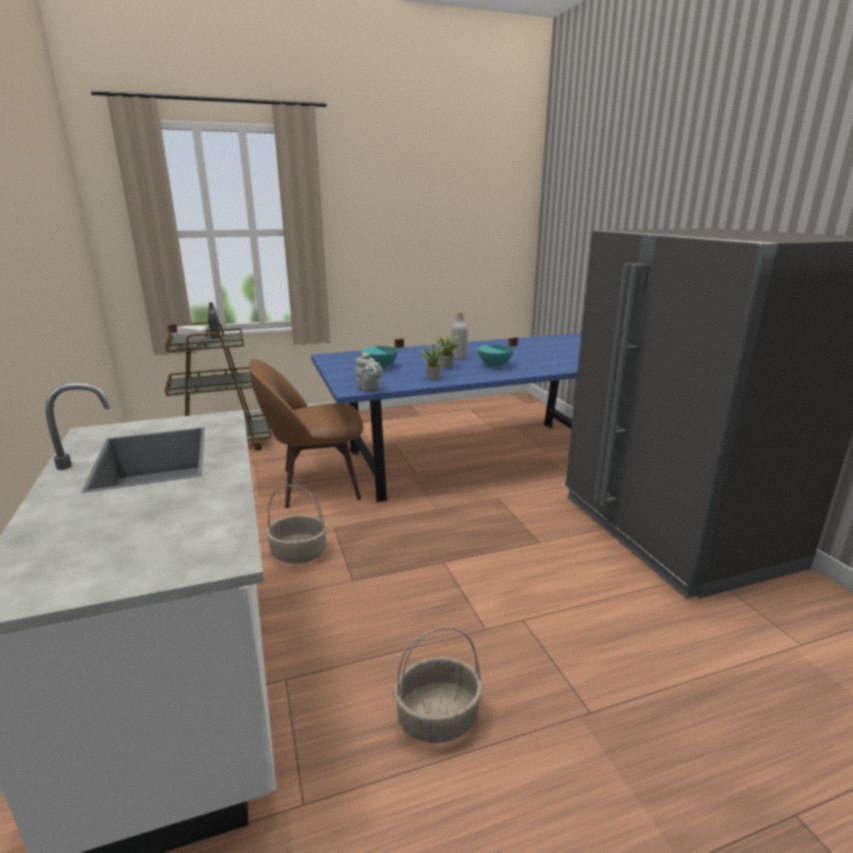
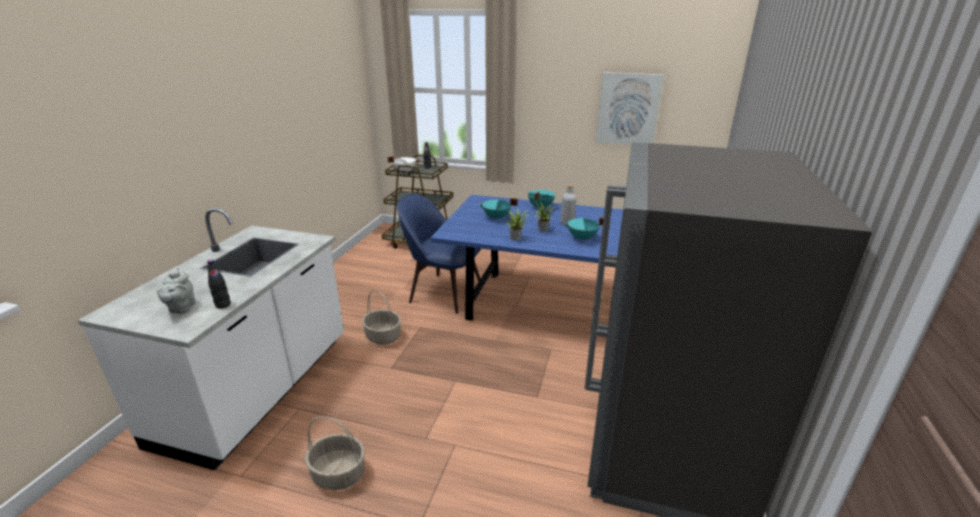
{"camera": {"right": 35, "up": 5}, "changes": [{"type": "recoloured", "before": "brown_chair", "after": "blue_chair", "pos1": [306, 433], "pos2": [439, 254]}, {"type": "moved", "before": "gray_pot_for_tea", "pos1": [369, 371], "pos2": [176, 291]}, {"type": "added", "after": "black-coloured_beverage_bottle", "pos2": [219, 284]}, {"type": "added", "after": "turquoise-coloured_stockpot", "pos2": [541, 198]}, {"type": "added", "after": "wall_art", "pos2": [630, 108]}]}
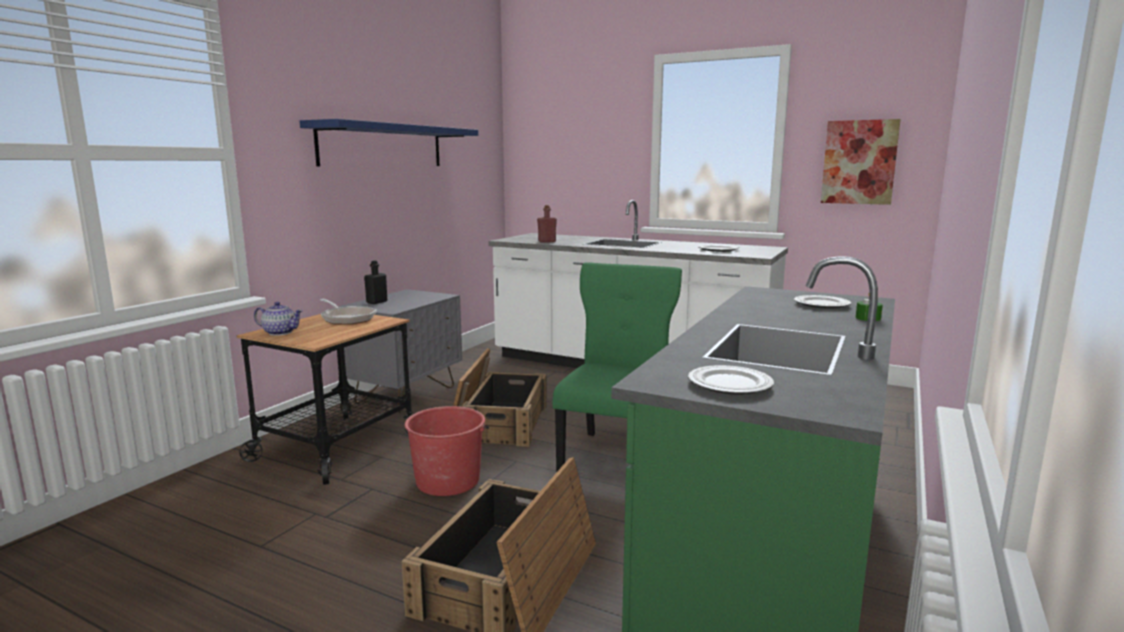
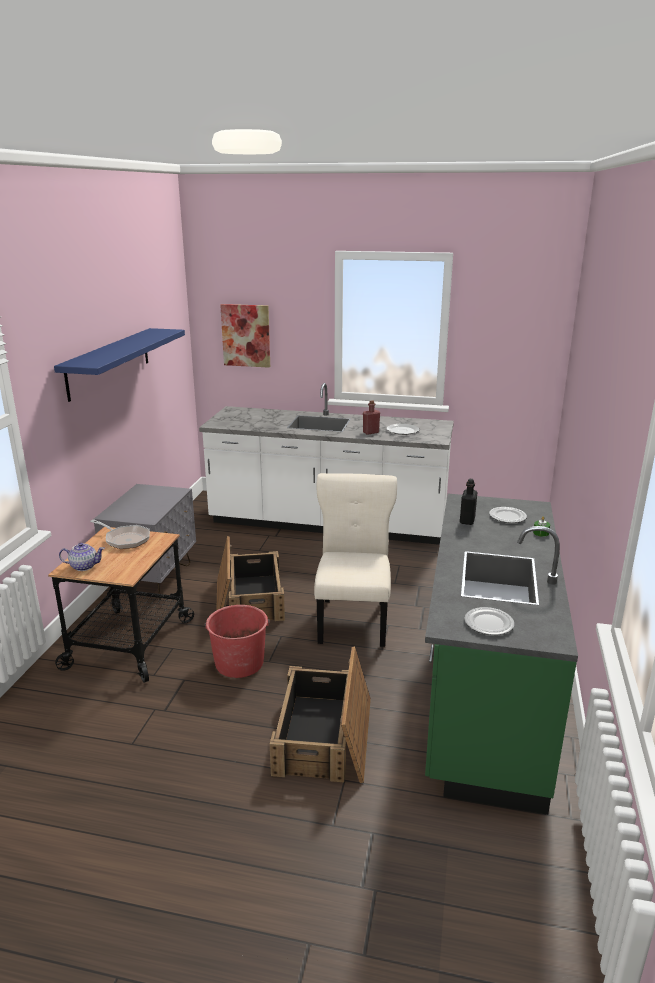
{"camera": {"right": -15, "up": 10}, "changes": [{"type": "moved", "before": "black-coloured_beverage_bottle", "pos1": [375, 282], "pos2": [469, 502]}, {"type": "moved", "before": "red_beverage_bottle", "pos1": [547, 224], "pos2": [371, 417]}, {"type": "recoloured", "before": "green_chair", "after": "beige-coloured_chair", "pos1": [617, 367], "pos2": [355, 560]}, {"type": "moved", "before": "wall_art", "pos1": [861, 162], "pos2": [245, 336]}]}
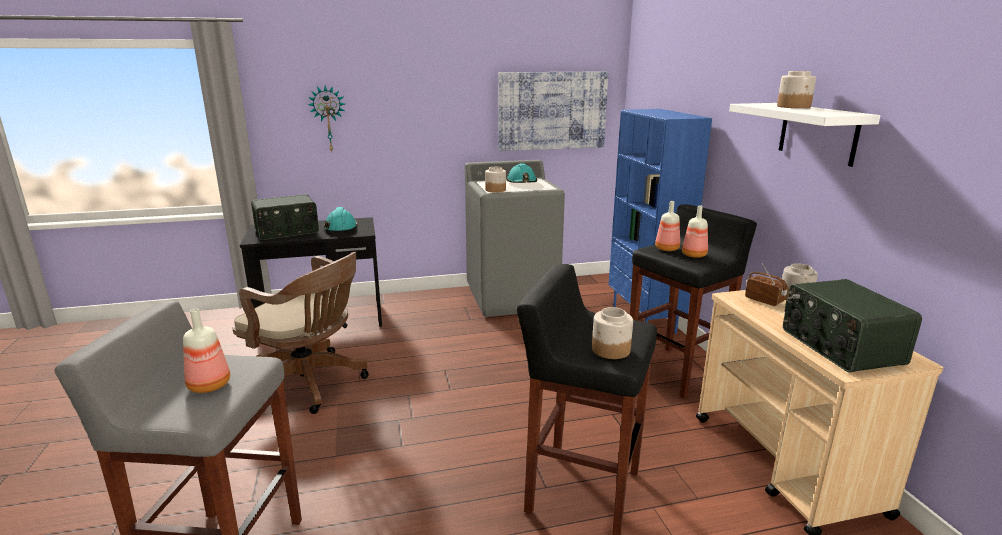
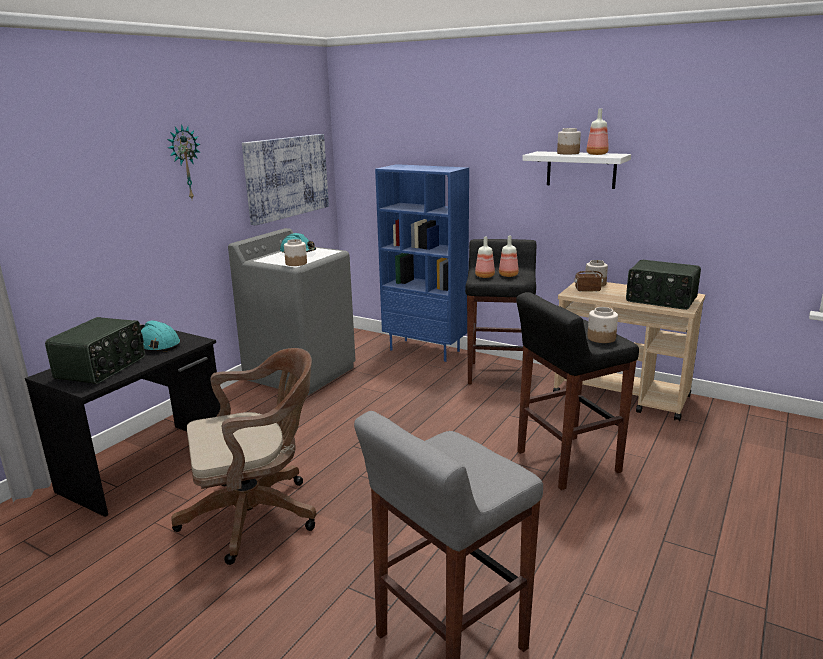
{"camera": {"right": -45, "up": 0}, "changes": [{"type": "moved", "before": "beverage_bottle", "pos1": [206, 351], "pos2": [597, 132]}, {"type": "moved", "before": "hanging_clock", "pos1": [326, 118], "pos2": [184, 161]}]}
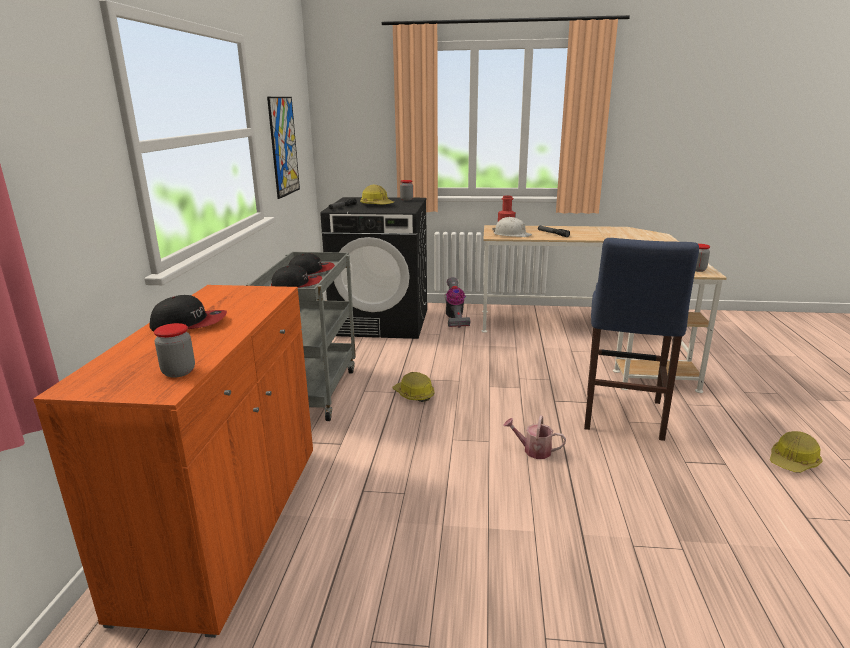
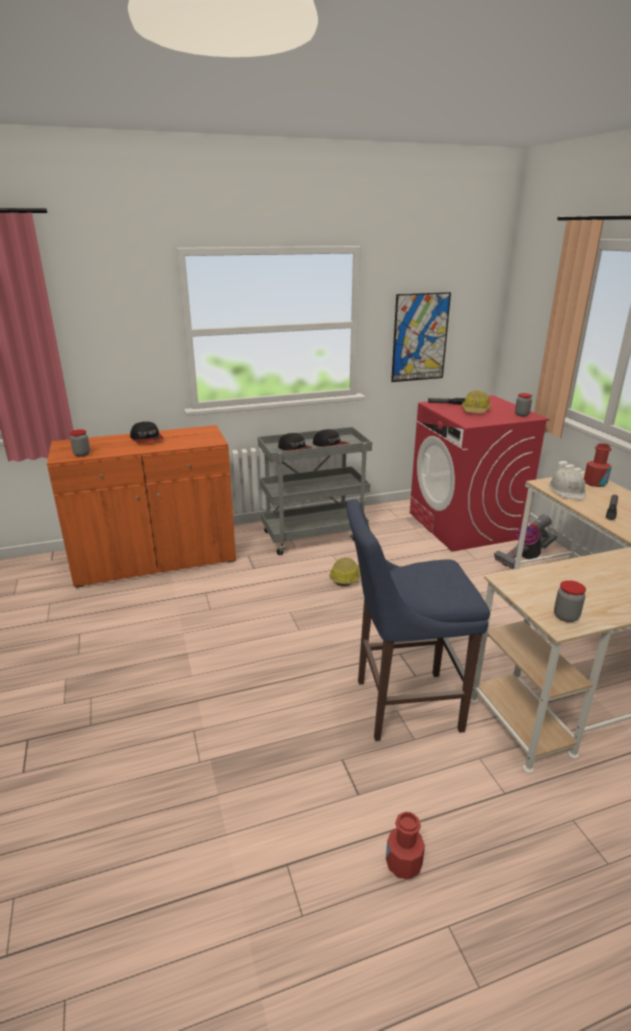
{"camera": {"right": 65, "up": 5}, "changes": [{"type": "recoloured", "before": "black-coloured_laundry_appliance", "after": "red_laundry_appliance", "pos1": [373, 268], "pos2": [479, 473]}, {"type": "removed", "before": "sprinkling_can", "pos1": [534, 437]}, {"type": "replaced", "before": "work_helmet", "after": "red_beverage_bottle", "pos1": [796, 452], "pos2": [405, 845]}]}
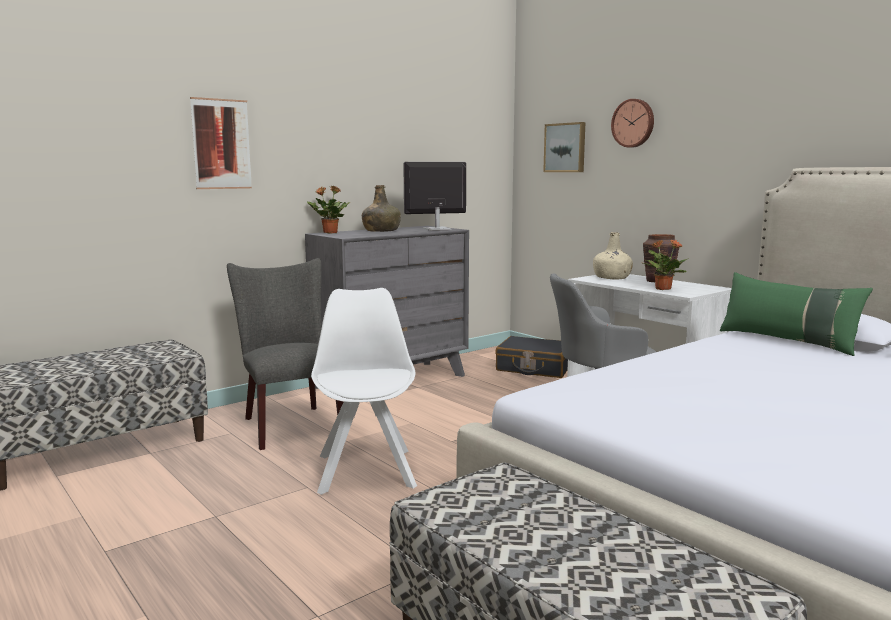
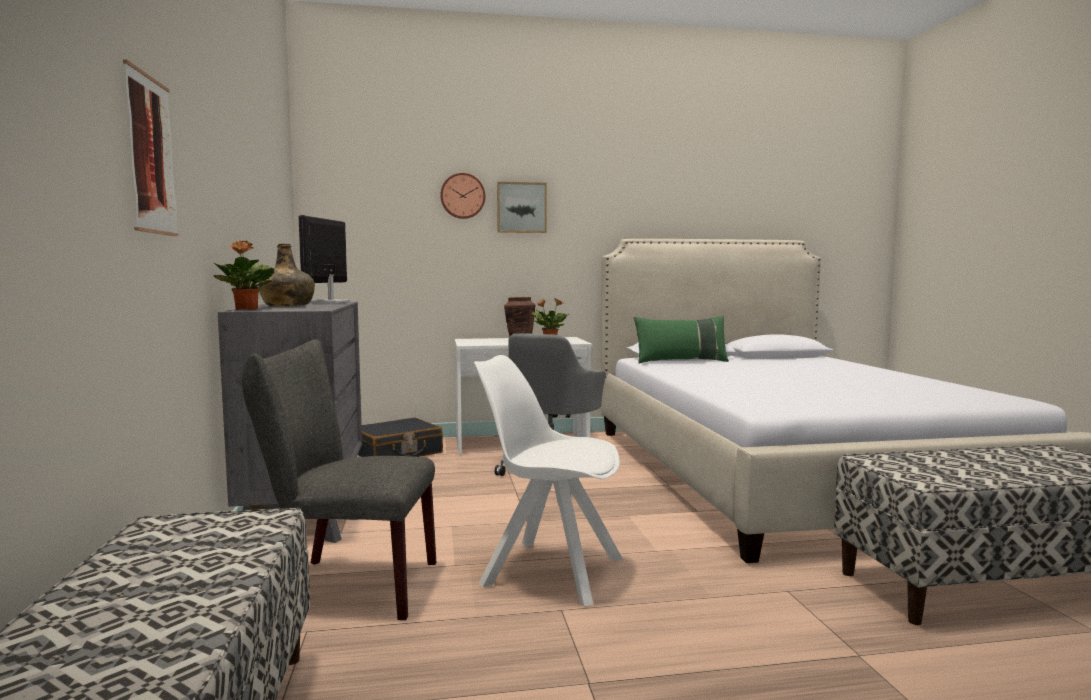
{"camera": {"right": -60, "up": -5}, "changes": [{"type": "moved", "before": "wall_art", "pos1": [564, 147], "pos2": [522, 207]}, {"type": "removed", "before": "beige-coloured_beverage_bottle", "pos1": [613, 256]}]}
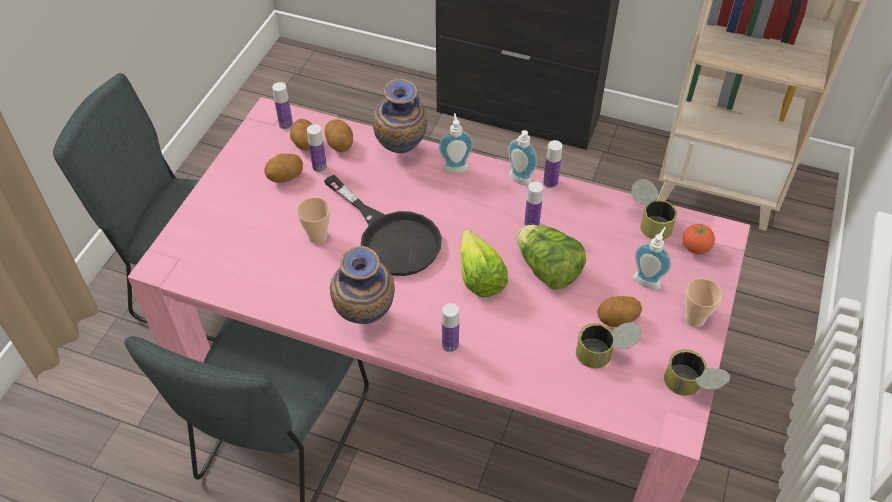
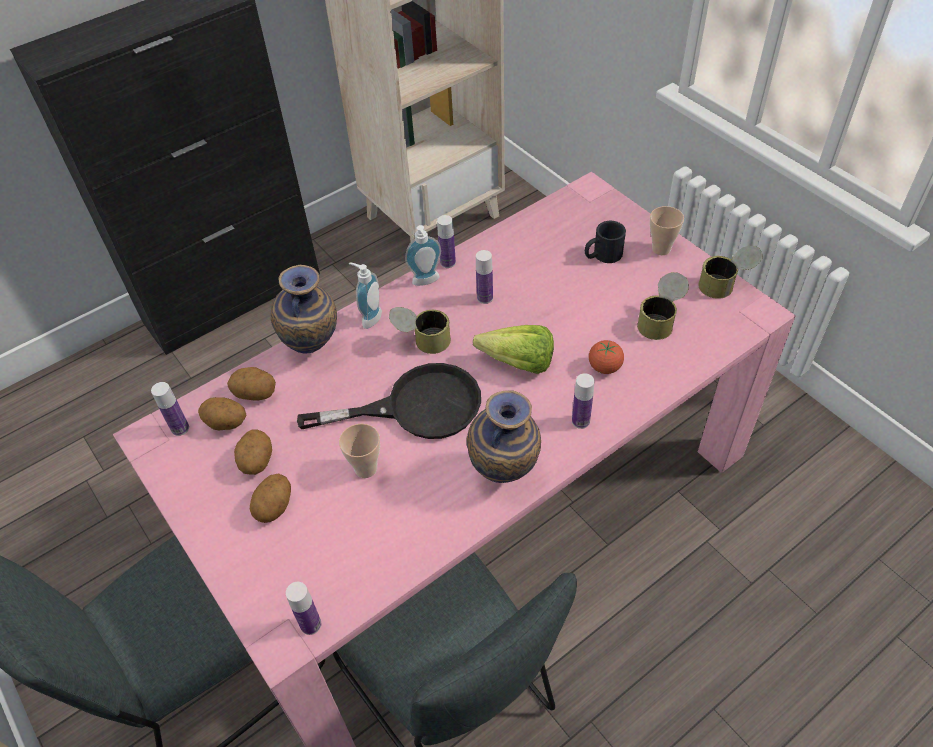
{"camera": {"right": -55, "up": 0}, "changes": [{"type": "moved", "before": "beverage_bottle", "pos1": [317, 148], "pos2": [303, 608]}, {"type": "removed", "before": "head_of_lettuce", "pos1": [551, 257]}, {"type": "moved", "before": "spud", "pos1": [619, 311], "pos2": [270, 498]}, {"type": "moved", "before": "sealed_can", "pos1": [654, 209], "pos2": [420, 330]}, {"type": "replaced", "before": "liquid_soap_bottle", "after": "black-coloured_mug", "pos1": [652, 258], "pos2": [605, 242]}, {"type": "moved", "before": "fresh_tomato", "pos1": [699, 239], "pos2": [606, 357]}]}
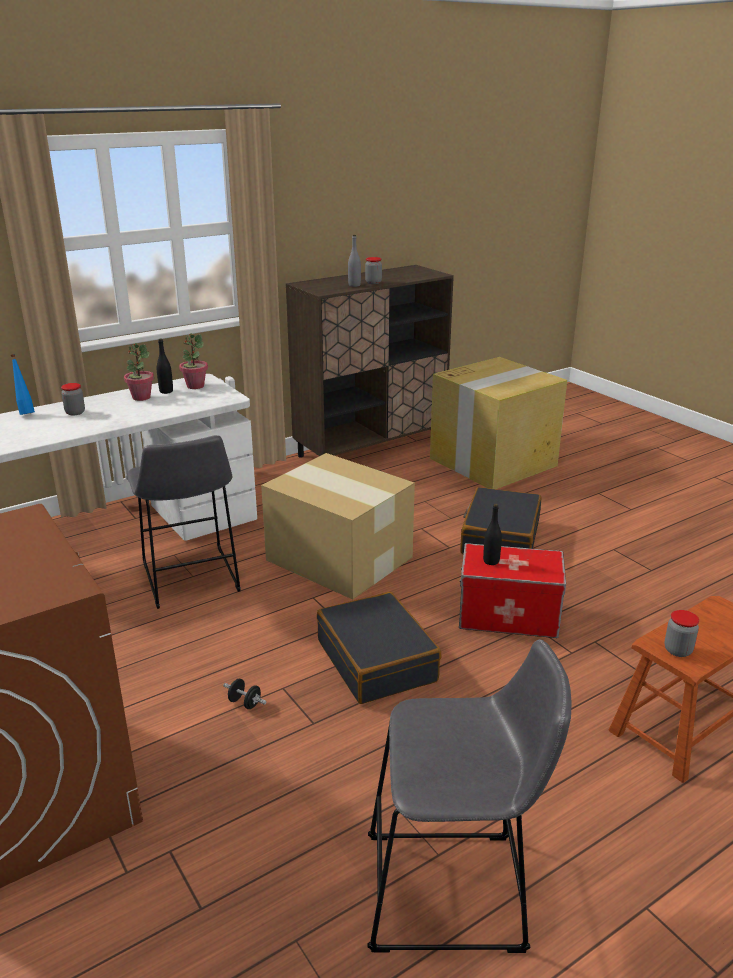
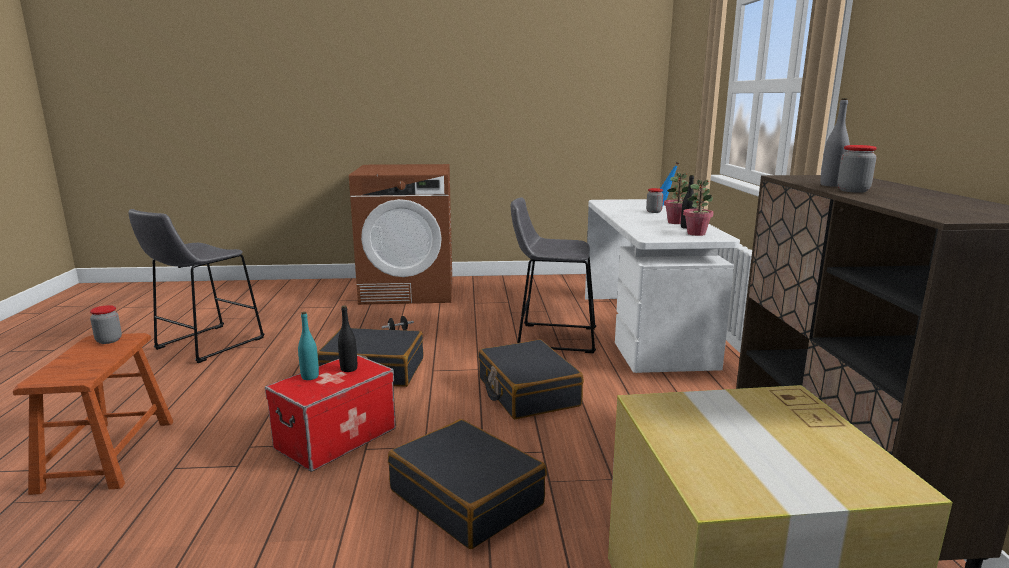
{"camera": {"right": 120, "up": -10}, "changes": [{"type": "replaced", "before": "carton", "after": "black-coloured_travel_case", "pos1": [338, 526], "pos2": [531, 379]}, {"type": "added", "after": "turquoise-coloured_beverage_bottle", "pos2": [308, 346]}]}
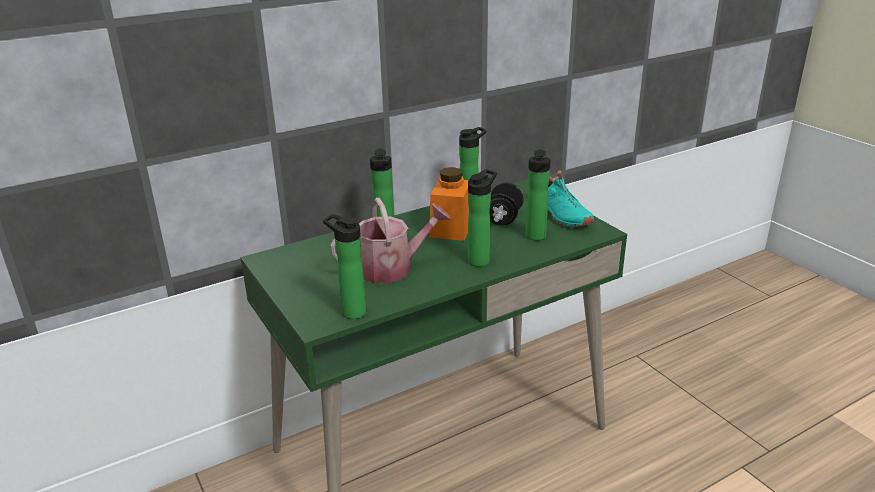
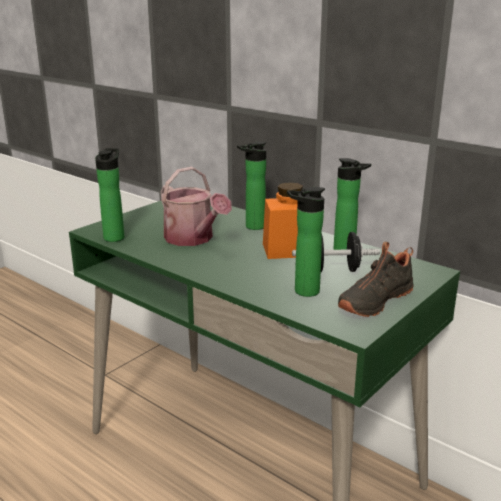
{"camera": {"right": 70, "up": -5}, "changes": [{"type": "removed", "before": "beverage_bottle", "pos1": [482, 218]}, {"type": "recoloured", "before": "turquoise-coloured_low_shoe", "after": "black-coloured_low_shoe", "pos1": [571, 198], "pos2": [376, 279]}]}
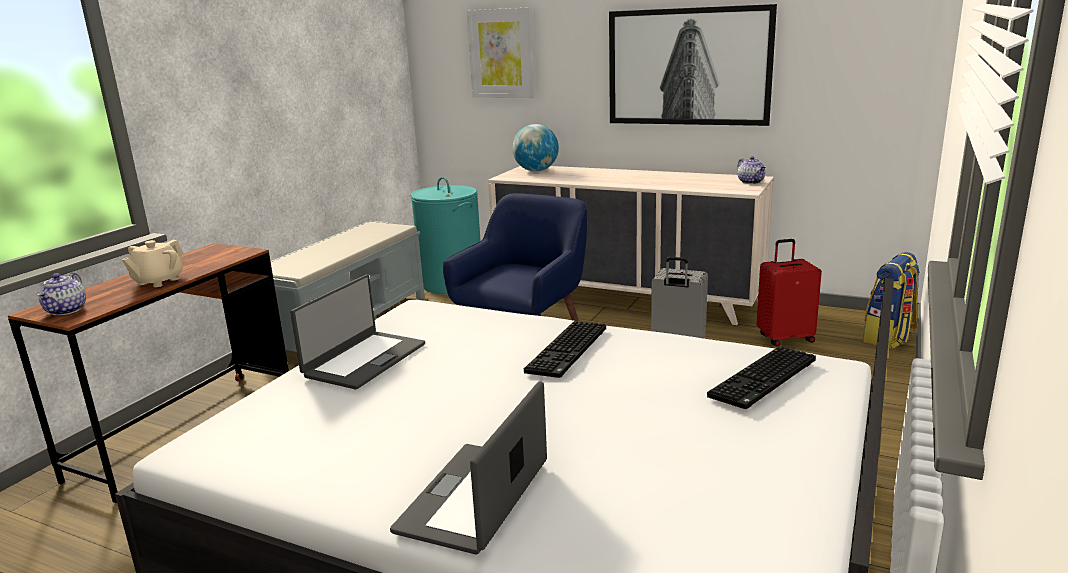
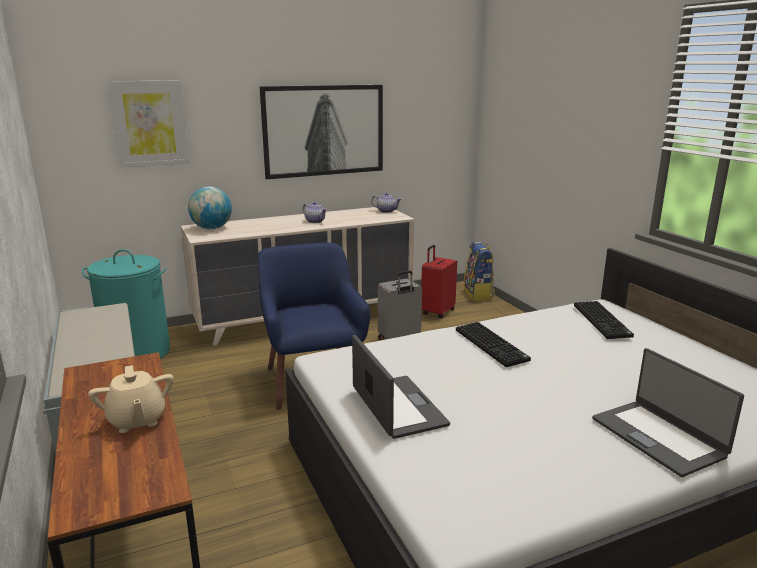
{"camera": {"right": -50, "up": 0}, "changes": [{"type": "moved", "before": "pot_for_tea", "pos1": [61, 293], "pos2": [314, 212]}]}
